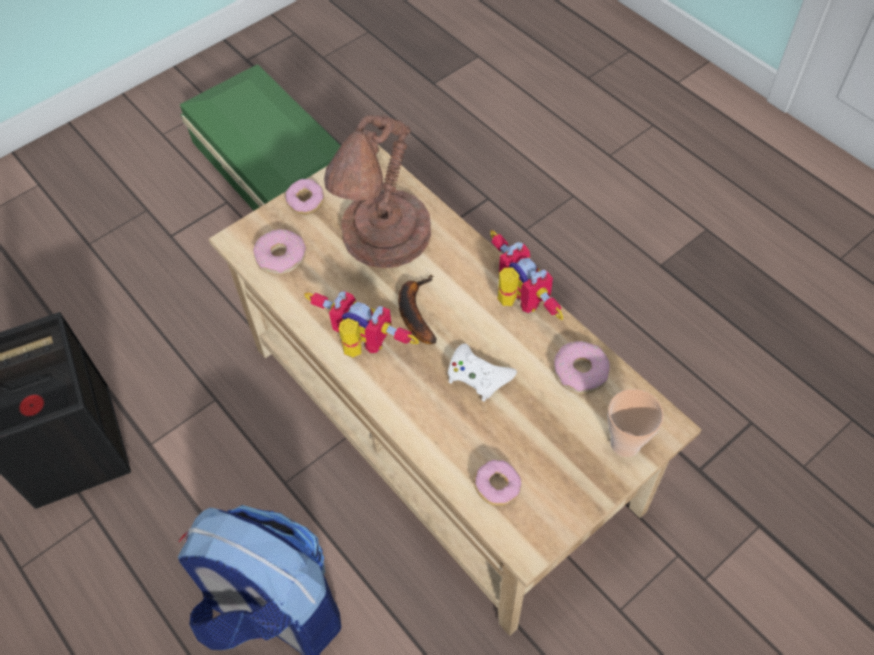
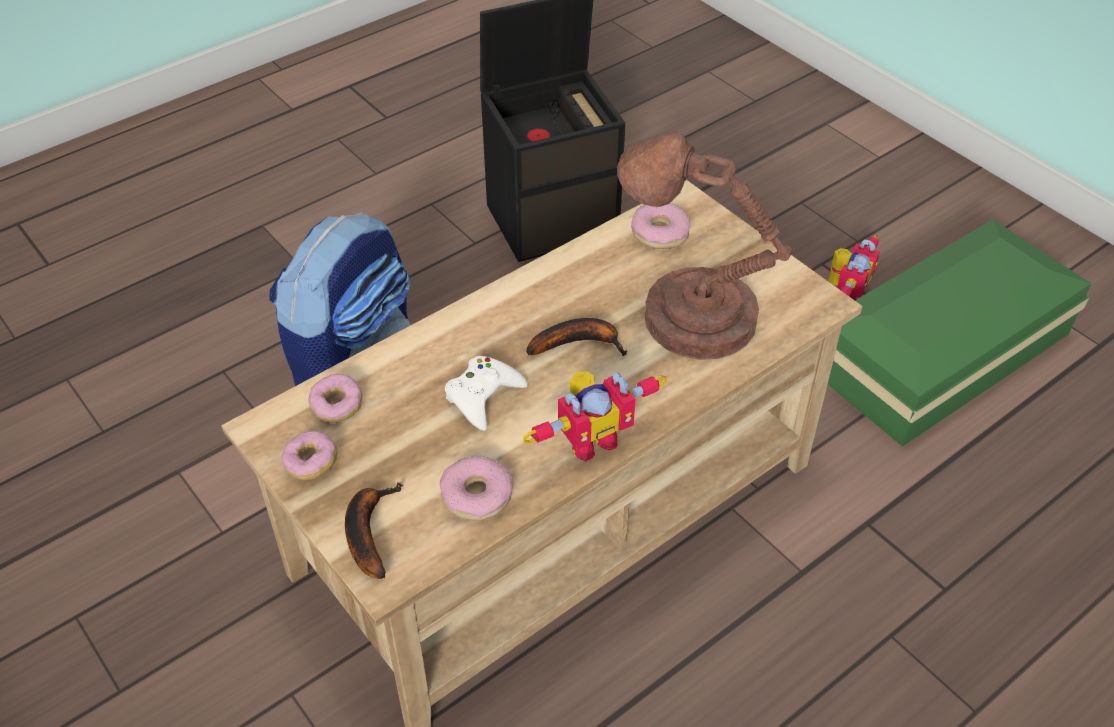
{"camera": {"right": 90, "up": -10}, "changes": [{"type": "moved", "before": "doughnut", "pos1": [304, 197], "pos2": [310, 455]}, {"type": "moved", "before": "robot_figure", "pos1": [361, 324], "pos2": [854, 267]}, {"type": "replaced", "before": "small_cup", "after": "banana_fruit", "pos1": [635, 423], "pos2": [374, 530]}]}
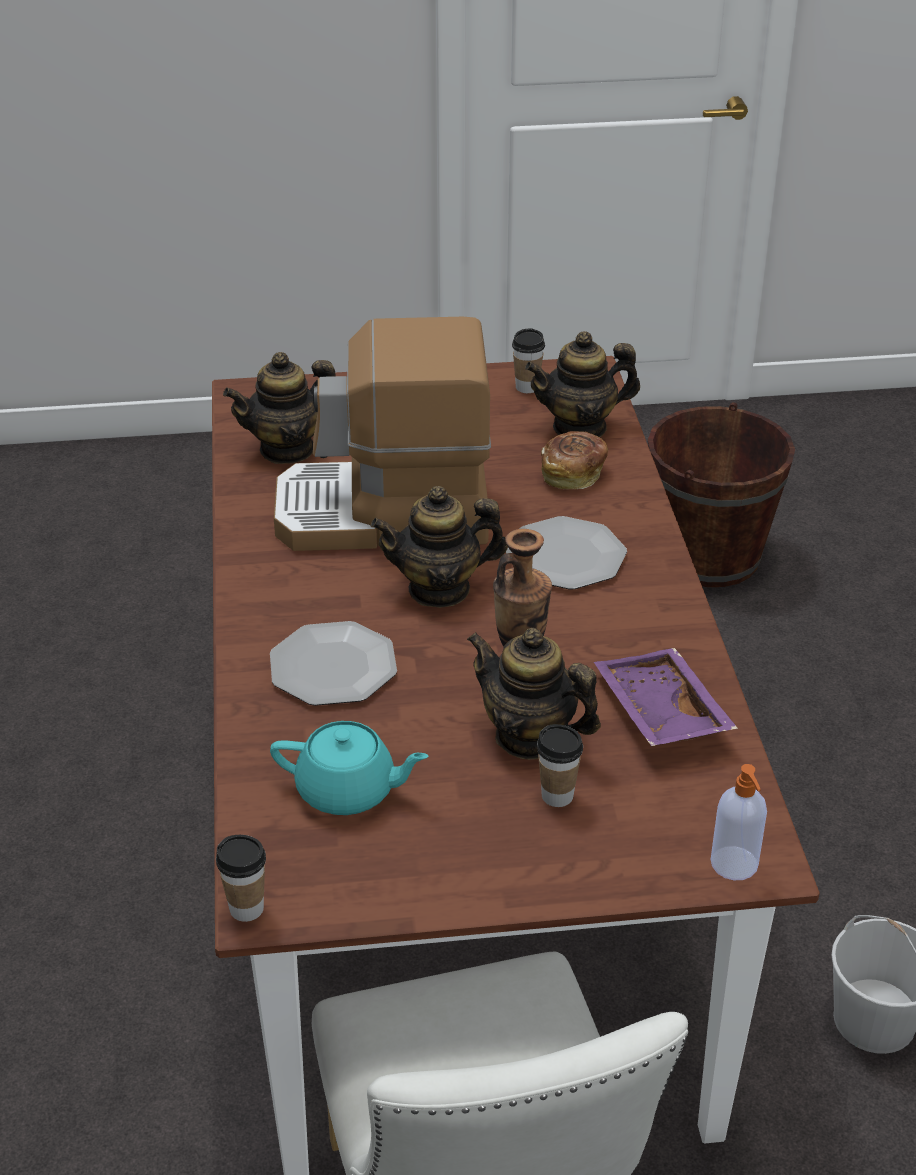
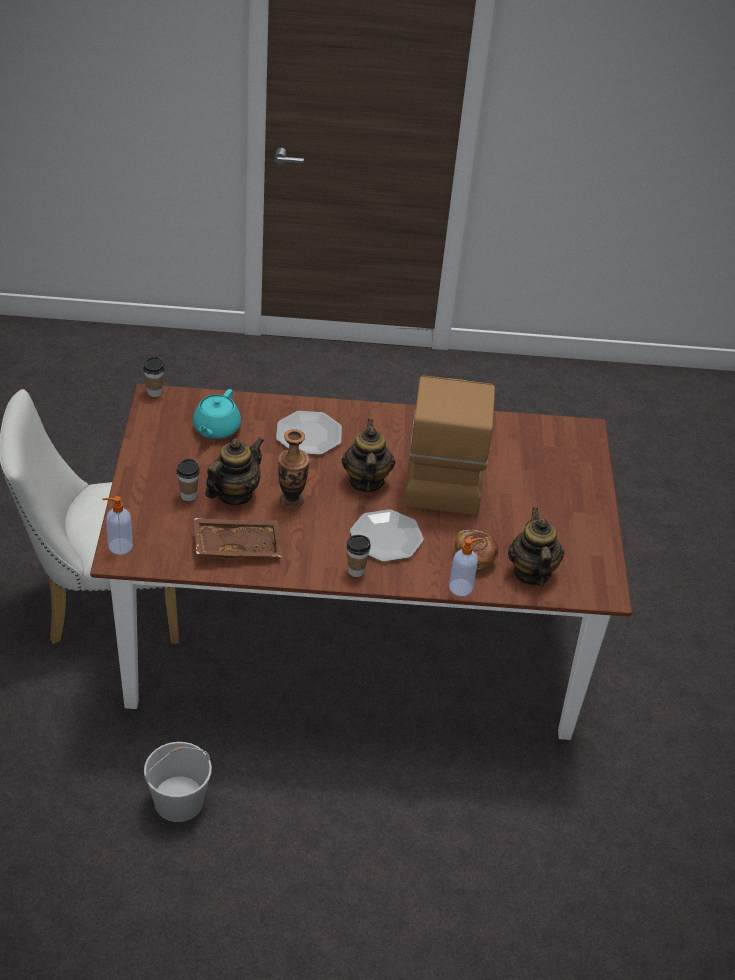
{"camera": {"right": 95, "up": 5}, "changes": [{"type": "removed", "before": "pot_for_tea", "pos1": [279, 408]}, {"type": "moved", "before": "small_cup", "pos1": [528, 361], "pos2": [359, 556]}, {"type": "recoloured", "before": "purplish_serving_tray", "after": "brown_serving_tray", "pos1": [666, 697], "pos2": [238, 538]}, {"type": "removed", "before": "brown_pail", "pos1": [721, 494]}, {"type": "added", "after": "liquid_soap_bottle", "pos2": [465, 567]}]}
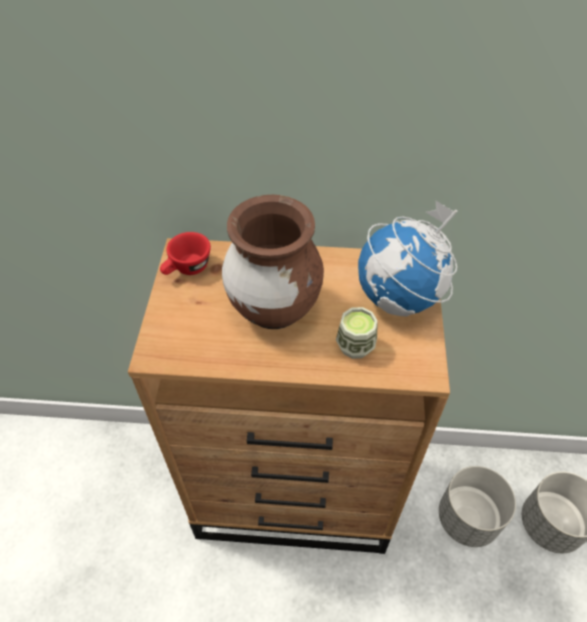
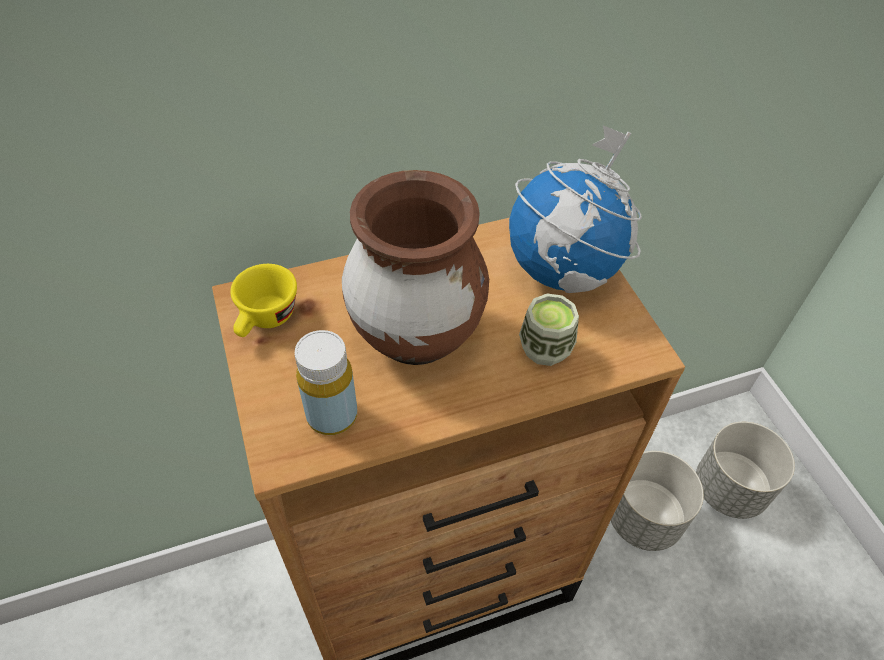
{"camera": {"right": -25, "up": 0}, "changes": [{"type": "recoloured", "before": "red_small_cup", "after": "yellow-coloured_small_cup", "pos1": [185, 253], "pos2": [263, 300]}, {"type": "added", "after": "yellow-coloured_beverage_bottle", "pos2": [325, 382]}]}
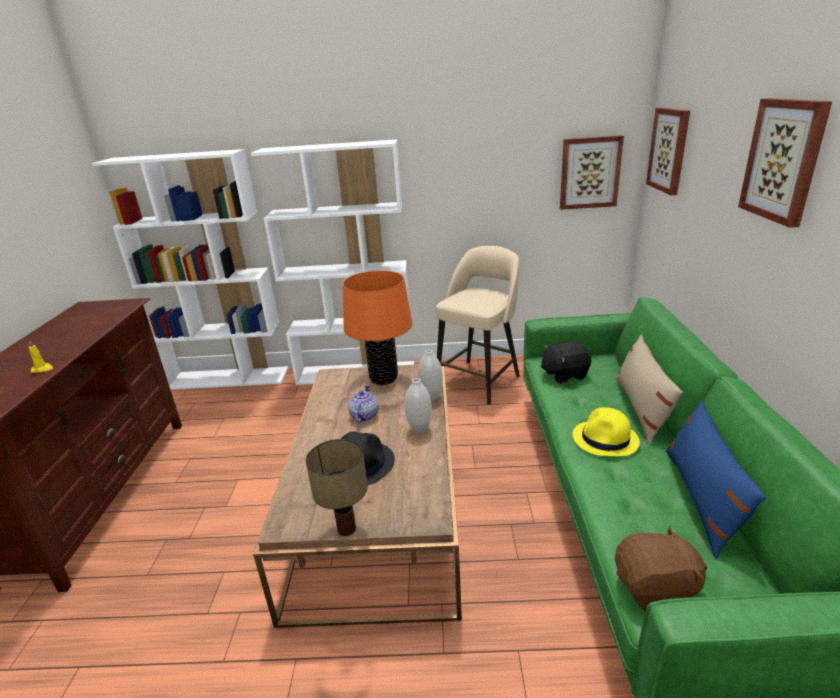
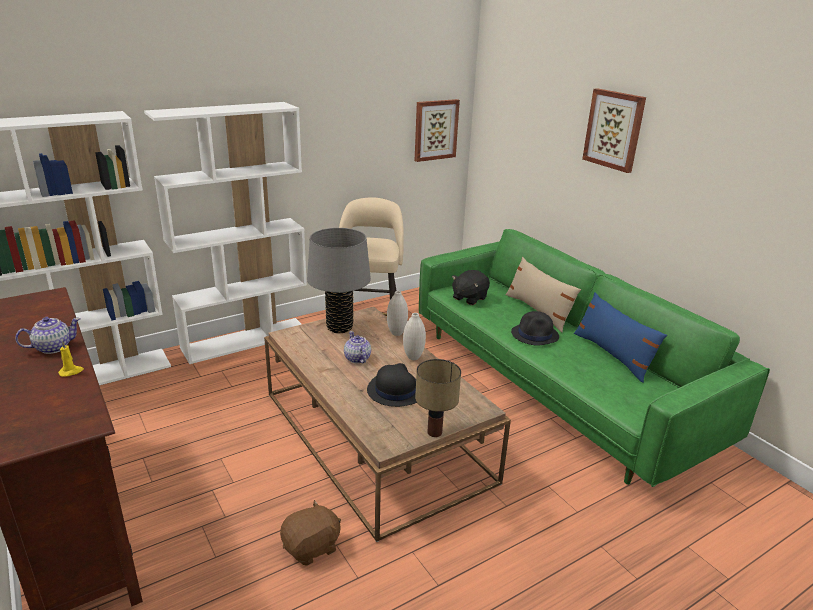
{"camera": {"right": -35, "up": 0}, "changes": [{"type": "recoloured", "before": "orange_lamp_for_a_table", "after": "gray_lamp_for_a_table", "pos1": [377, 327], "pos2": [339, 280]}, {"type": "recoloured", "before": "yellow-coloured_wearable_hat", "after": "black-coloured_wearable_hat", "pos1": [606, 431], "pos2": [535, 328]}, {"type": "moved", "before": "brown_plush_toy", "pos1": [661, 568], "pos2": [310, 533]}, {"type": "removed", "before": "wall_art", "pos1": [668, 151]}, {"type": "added", "after": "pot_for_tea", "pos2": [47, 335]}]}
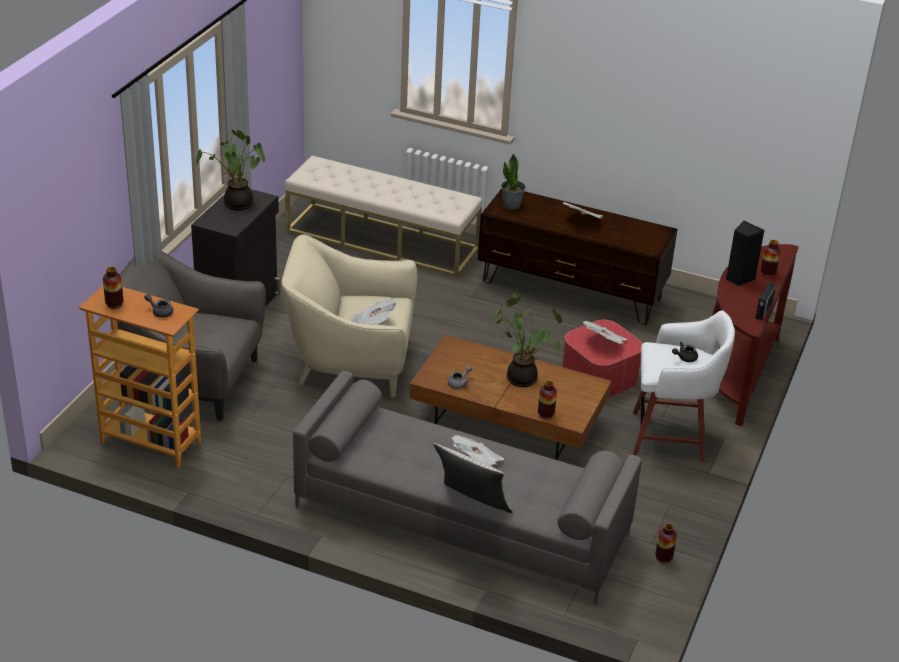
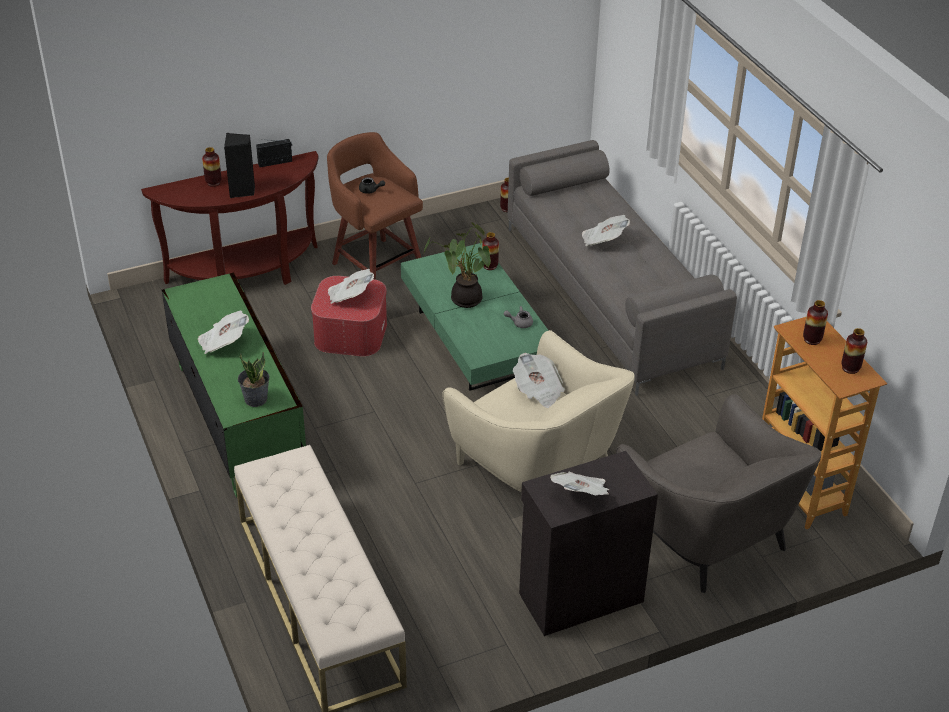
{"camera": {"right": -135, "up": 5}, "changes": [{"type": "replaced", "before": "gray_pot_for_tea", "after": "decorative_vase", "pos1": [158, 306], "pos2": [815, 322]}, {"type": "replaced", "before": "plant_in_a_pot", "after": "newspaper", "pos1": [230, 170], "pos2": [579, 483]}, {"type": "recoloured", "before": "brown_coffee_table", "after": "green_coffee_table", "pos1": [510, 397], "pos2": [475, 317]}, {"type": "removed", "before": "beige-coloured_pillow", "pos1": [473, 478]}, {"type": "recoloured", "before": "brown_tv_stand", "after": "green_tv_stand", "pos1": [577, 256], "pos2": [234, 385]}, {"type": "recoloured", "before": "white-coloured_stool_seat", "after": "brown_stool_seat", "pos1": [684, 386], "pos2": [375, 206]}]}
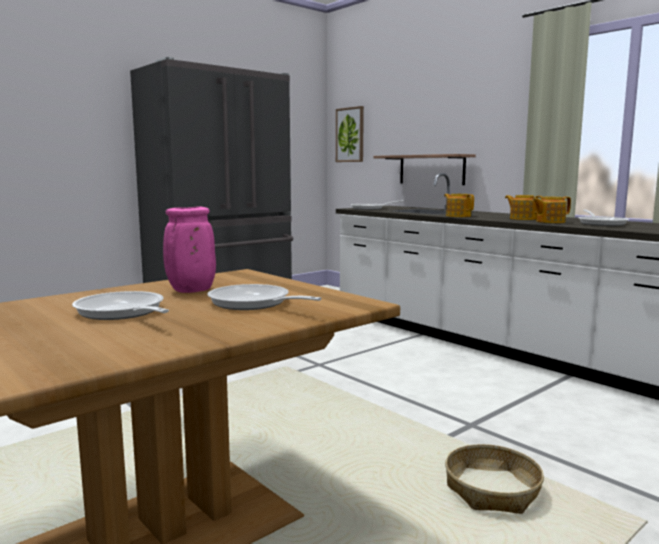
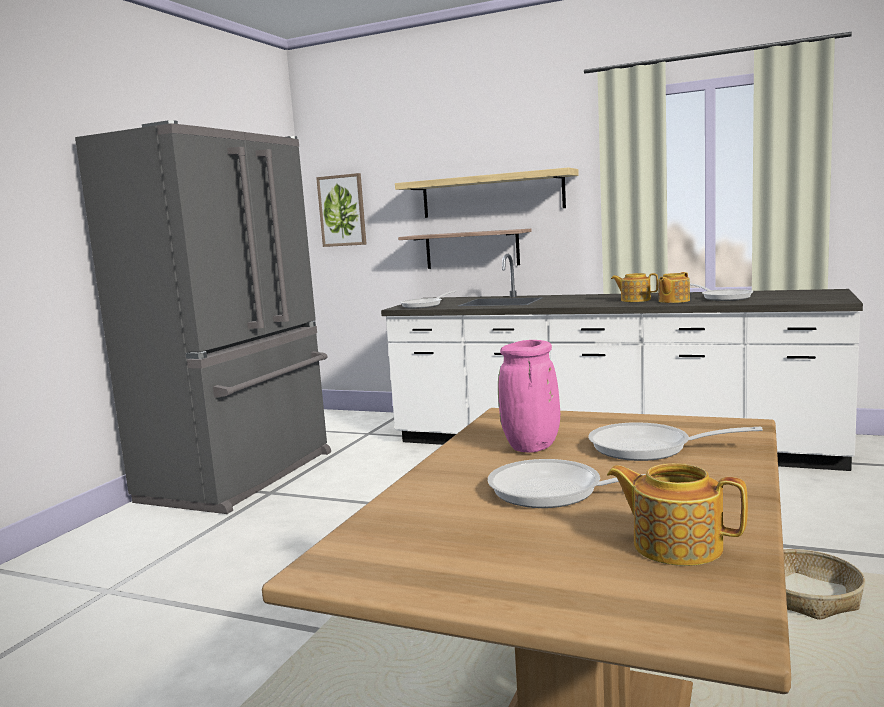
{"camera": {"right": -25, "up": 0}, "changes": [{"type": "moved", "before": "pot_for_tea", "pos1": [459, 205], "pos2": [677, 514]}, {"type": "added", "after": "shelf", "pos2": [487, 193]}]}
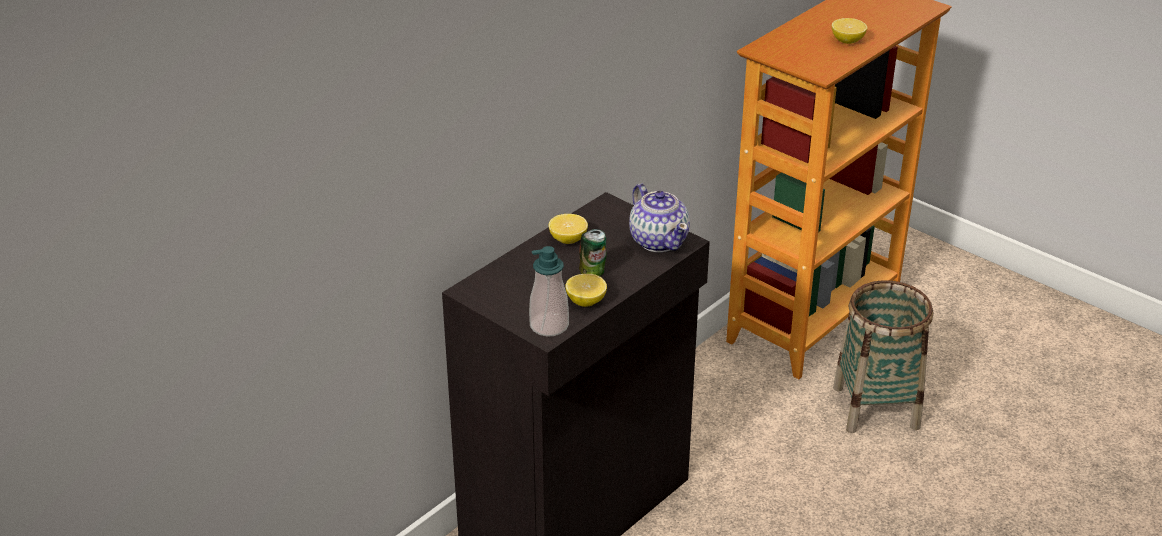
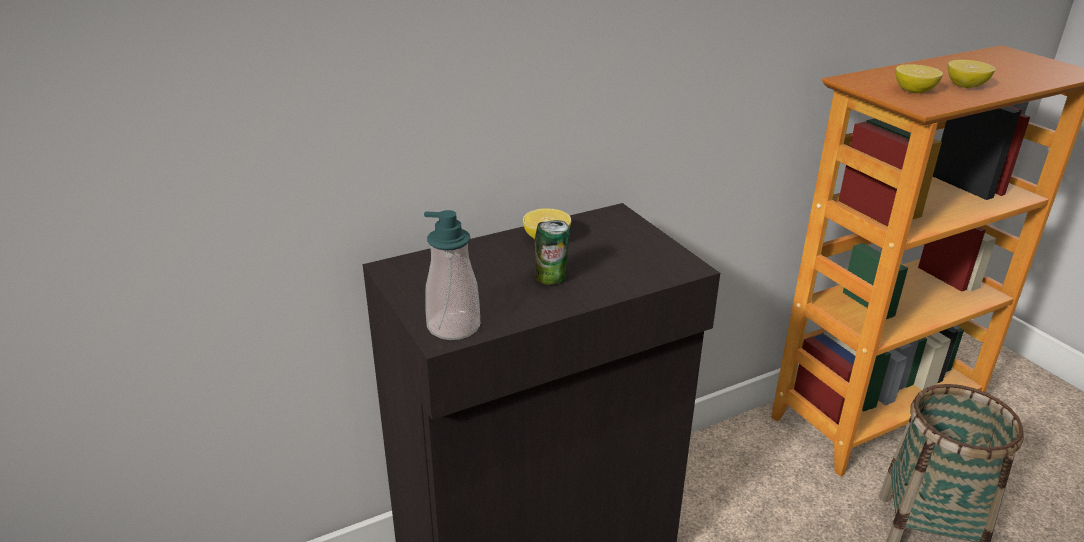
{"camera": {"right": 20, "up": -5}, "changes": [{"type": "moved", "before": "whole_lemon", "pos1": [586, 290], "pos2": [919, 79]}, {"type": "removed", "before": "pot_for_tea", "pos1": [659, 218]}]}
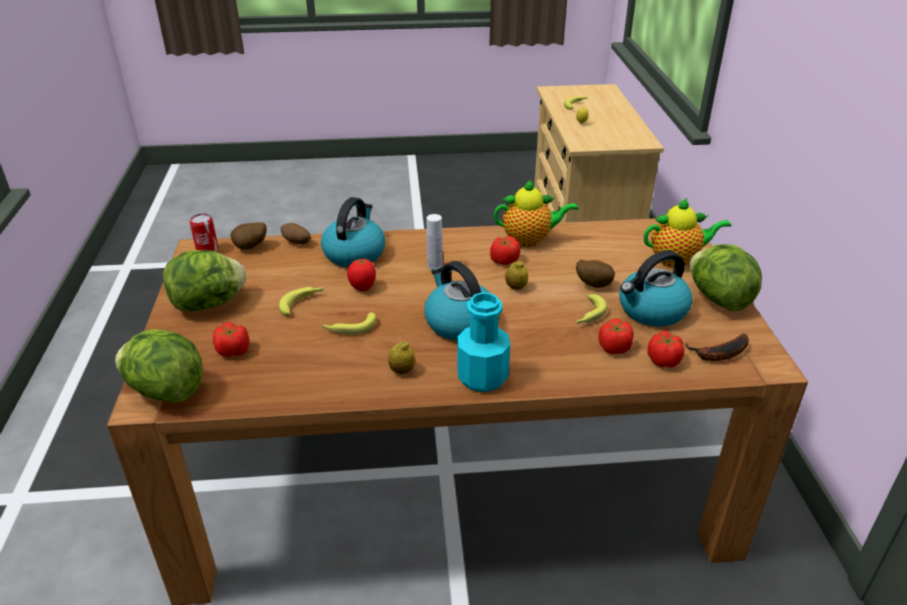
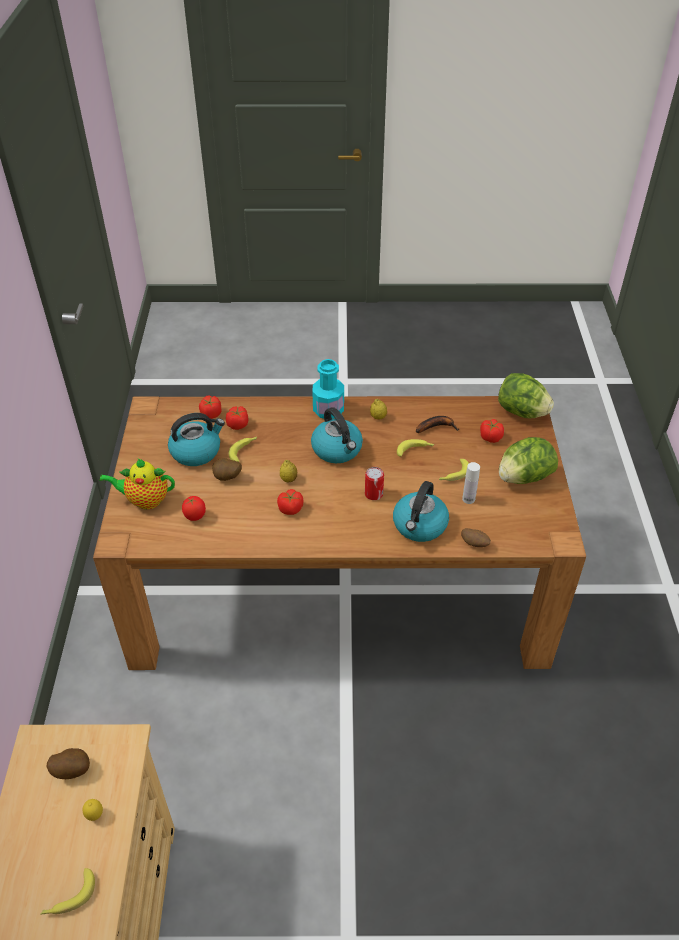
{"camera": {"right": -175, "up": 10}, "changes": [{"type": "moved", "before": "sealed_can", "pos1": [204, 232], "pos2": [374, 483]}, {"type": "moved", "before": "spud", "pos1": [248, 236], "pos2": [68, 763]}, {"type": "moved", "before": "fresh_tomato", "pos1": [361, 275], "pos2": [194, 508]}, {"type": "moved", "before": "white-coloured_beverage_bottle", "pos1": [434, 242], "pos2": [471, 483]}, {"type": "removed", "before": "pot_for_tea", "pos1": [536, 213]}, {"type": "moved", "before": "banana_fruit", "pos1": [717, 347], "pos2": [437, 424]}, {"type": "removed", "before": "head_of_lettuce", "pos1": [726, 277]}]}
